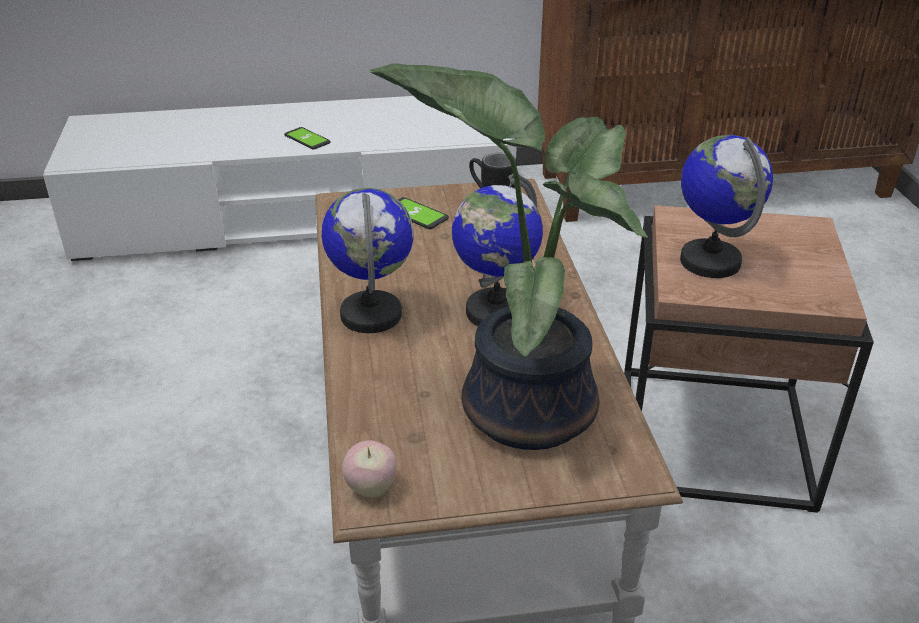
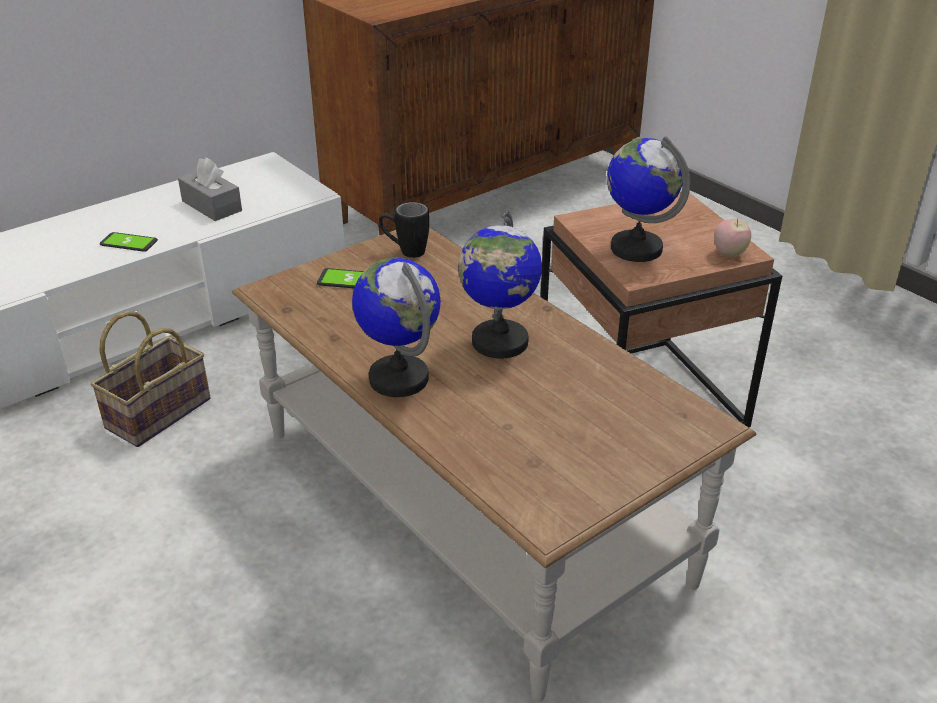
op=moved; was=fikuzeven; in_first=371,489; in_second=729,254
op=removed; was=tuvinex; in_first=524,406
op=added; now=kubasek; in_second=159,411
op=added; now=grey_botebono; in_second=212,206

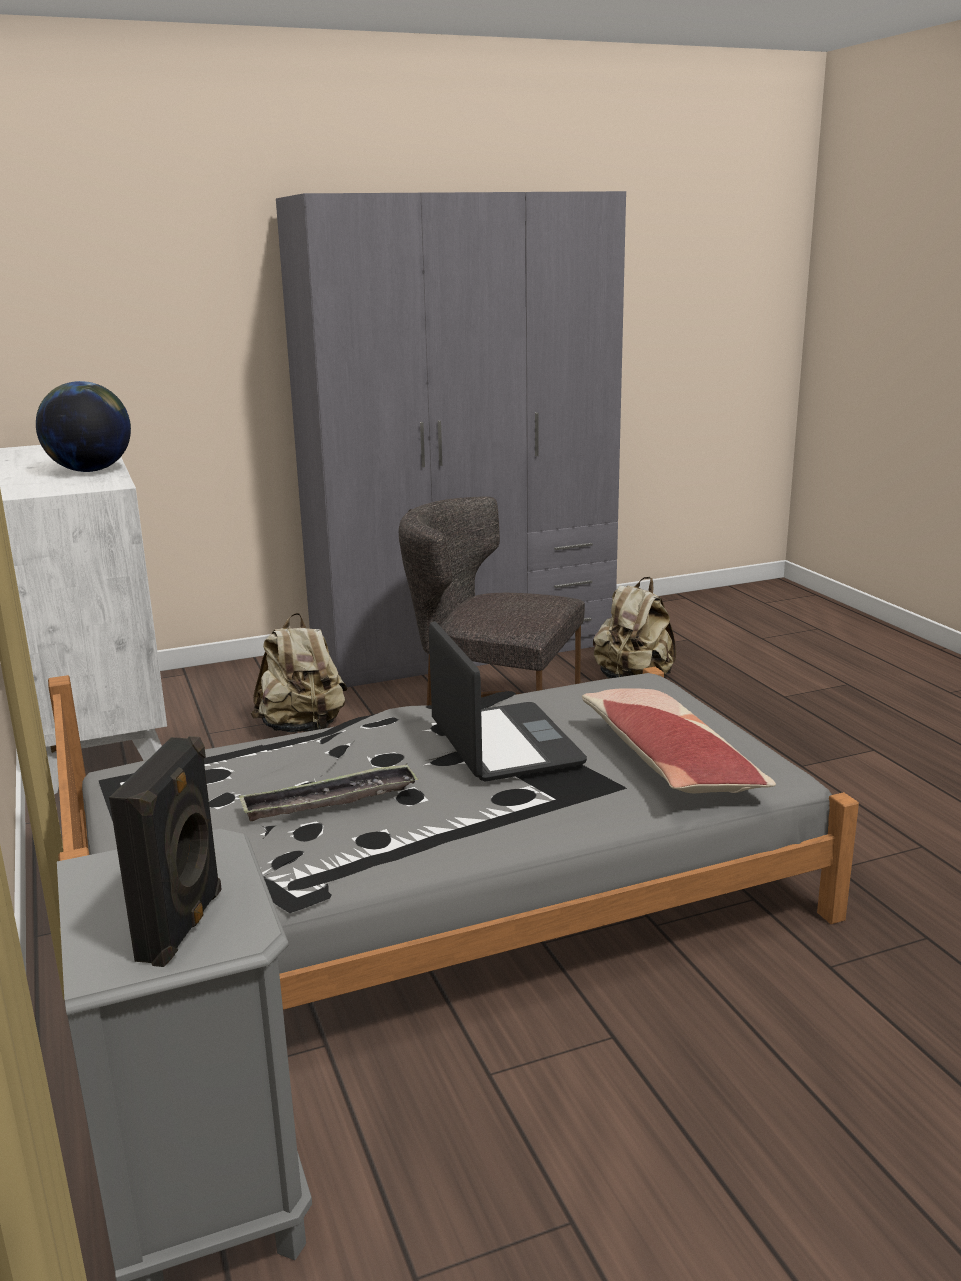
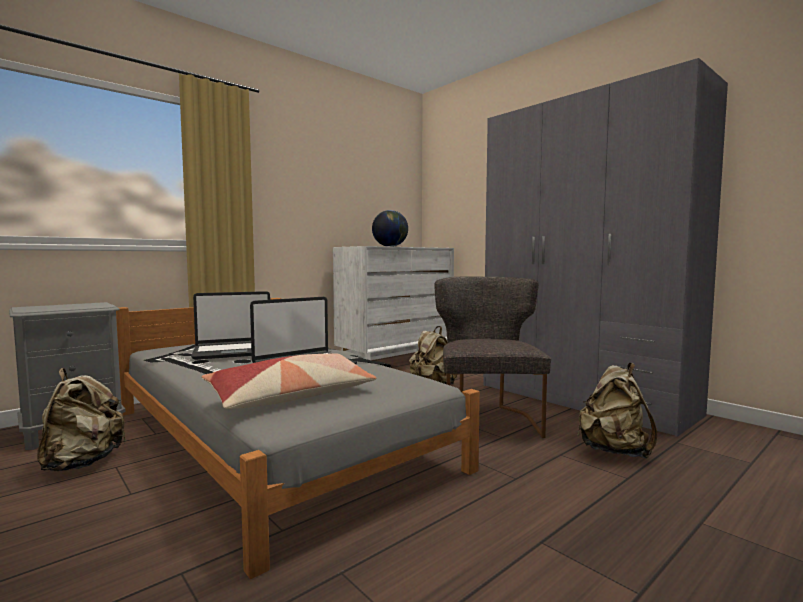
op=removed; was=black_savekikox; in_first=183,926
op=replaced; was=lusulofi; now=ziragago; in_first=330,801; in_second=234,351
op=added; now=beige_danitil; in_second=82,463

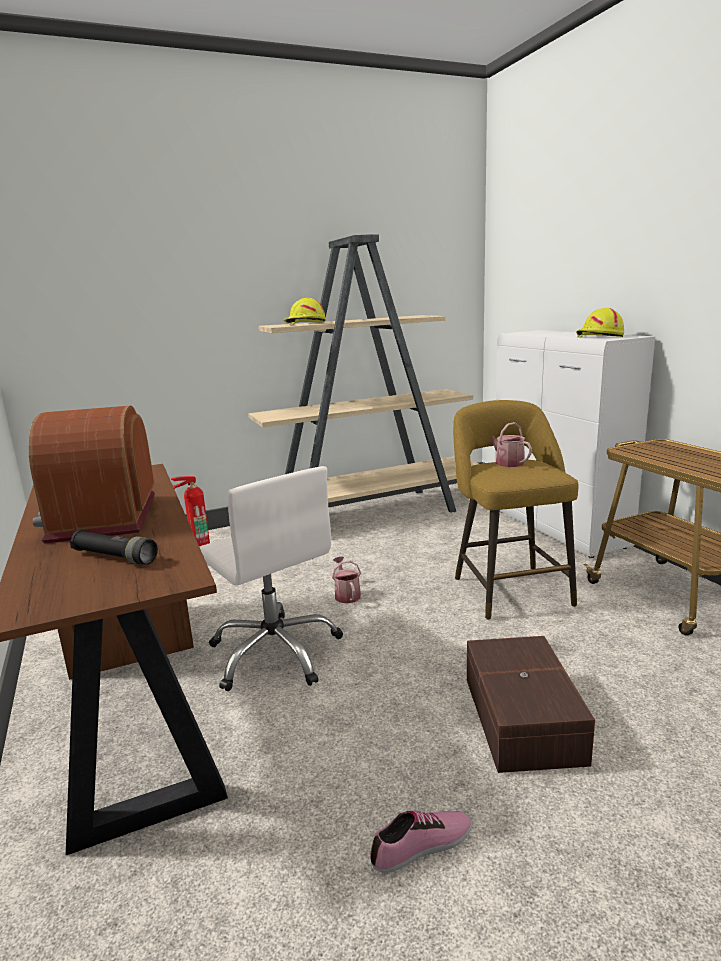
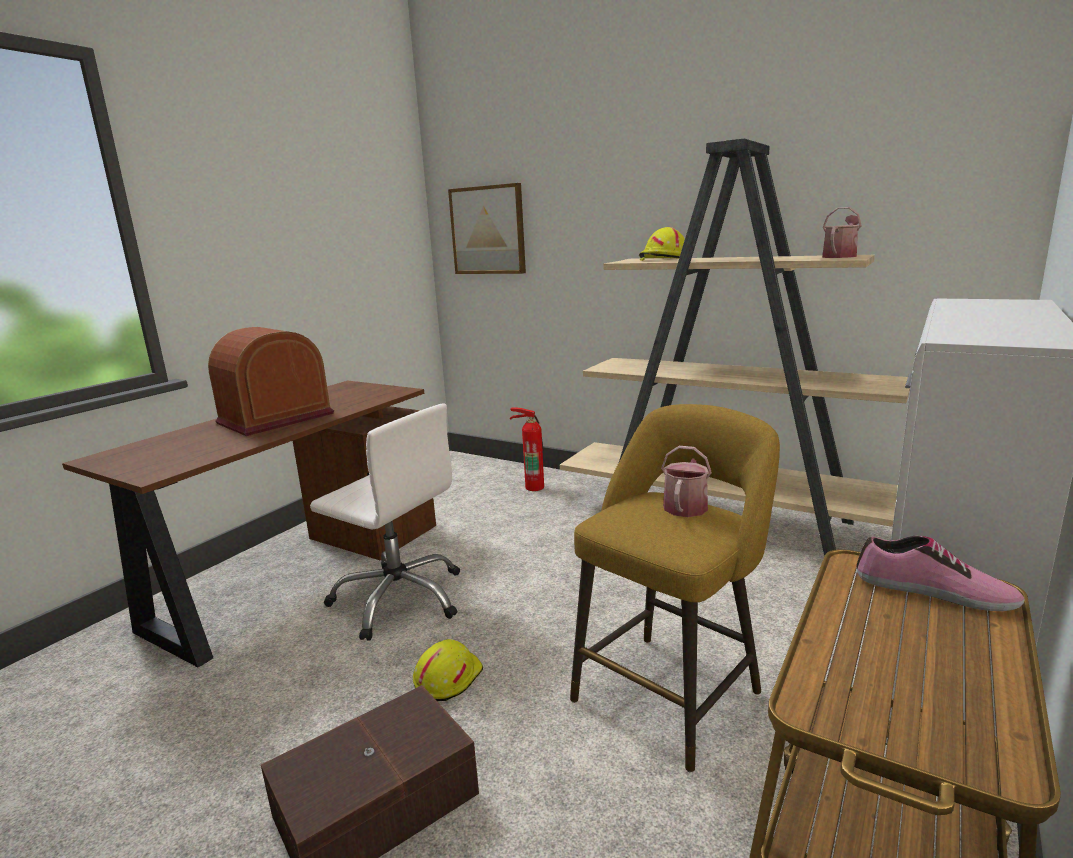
op=removed; was=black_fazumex; in_first=115,557
op=turned; was=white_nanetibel; in_first=276,652; in_second=399,598; clockwise=-75
op=moved; was=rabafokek; in_first=346,594; in_second=840,256
op=moved; was=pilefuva; in_first=422,846; in_second=934,591
op=moved; was=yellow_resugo; in_first=599,337; in_second=447,678
op=added; now=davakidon; in_second=488,230

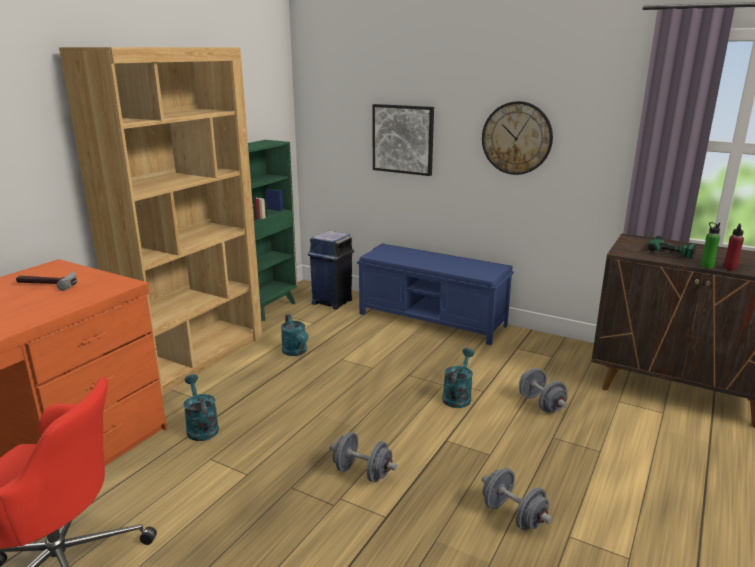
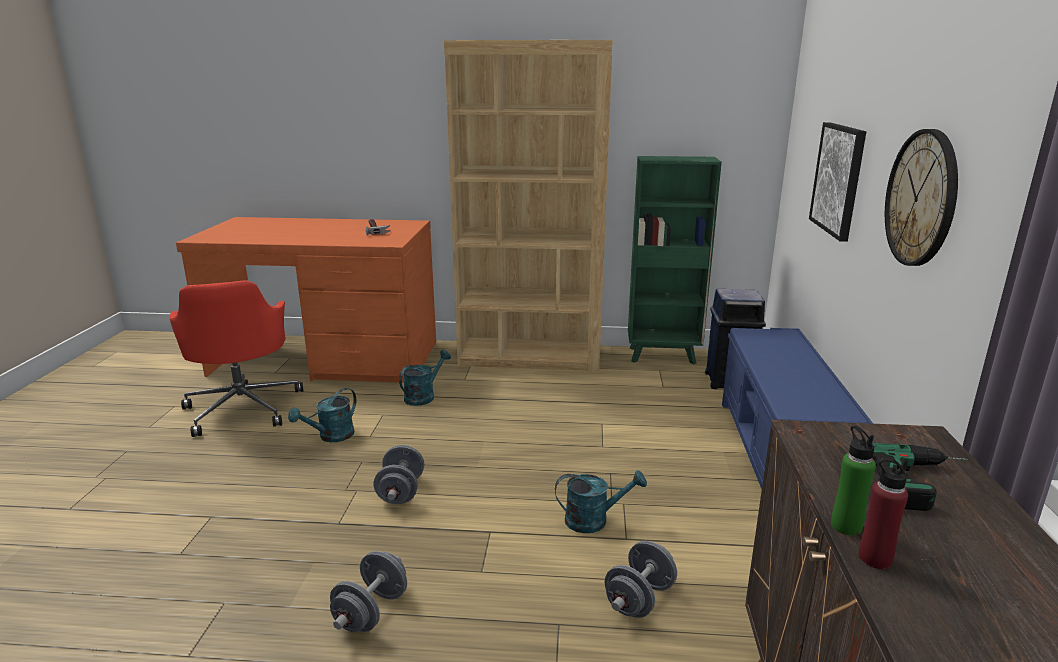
op=moved; was=turquoise_rabafokek; in_first=296,352; in_second=331,437

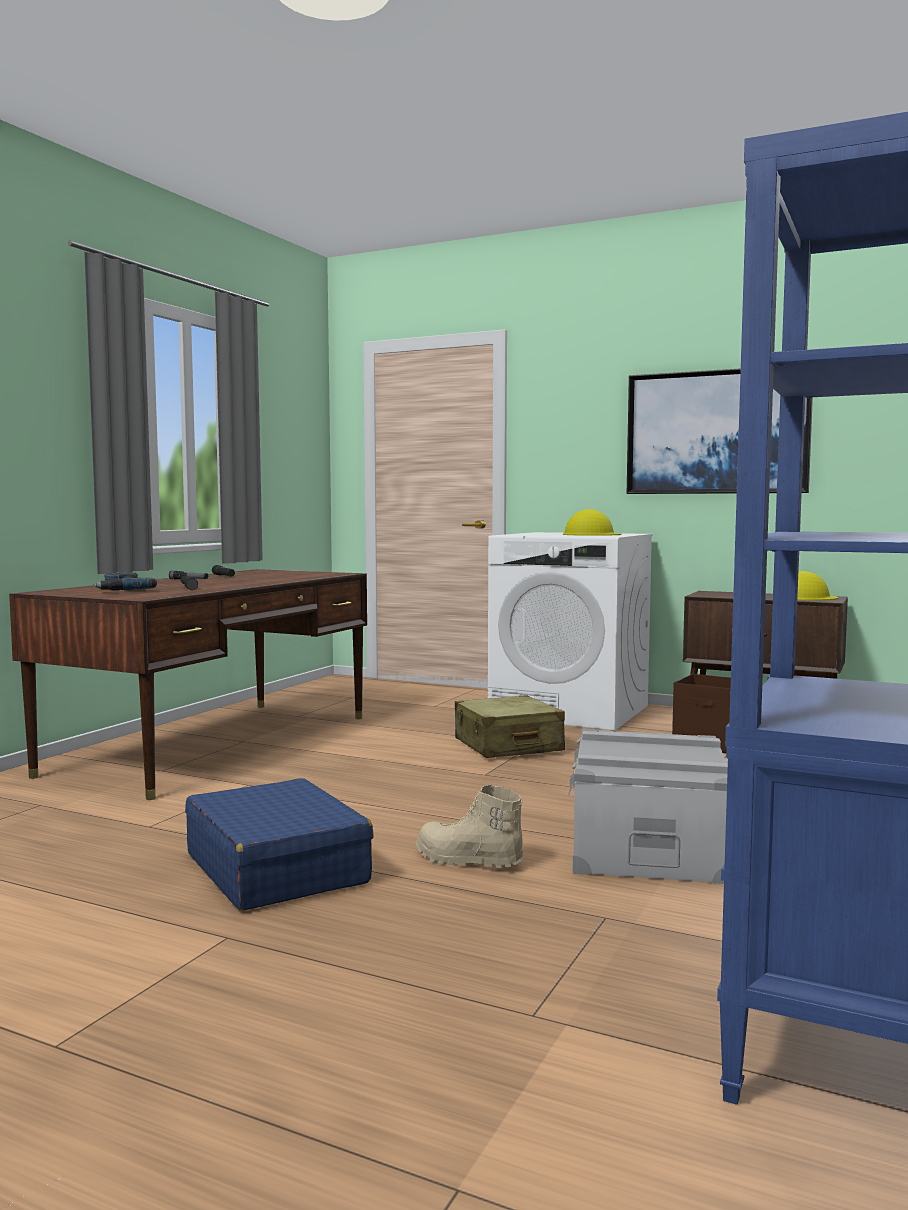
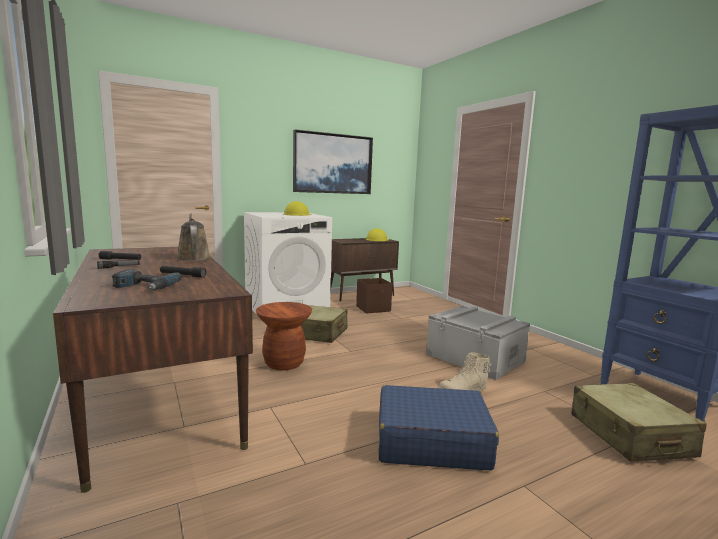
op=added; now=brown_rabafokek; in_second=193,258
op=added; now=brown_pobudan; in_second=284,363
op=added; now=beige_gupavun; in_second=629,435

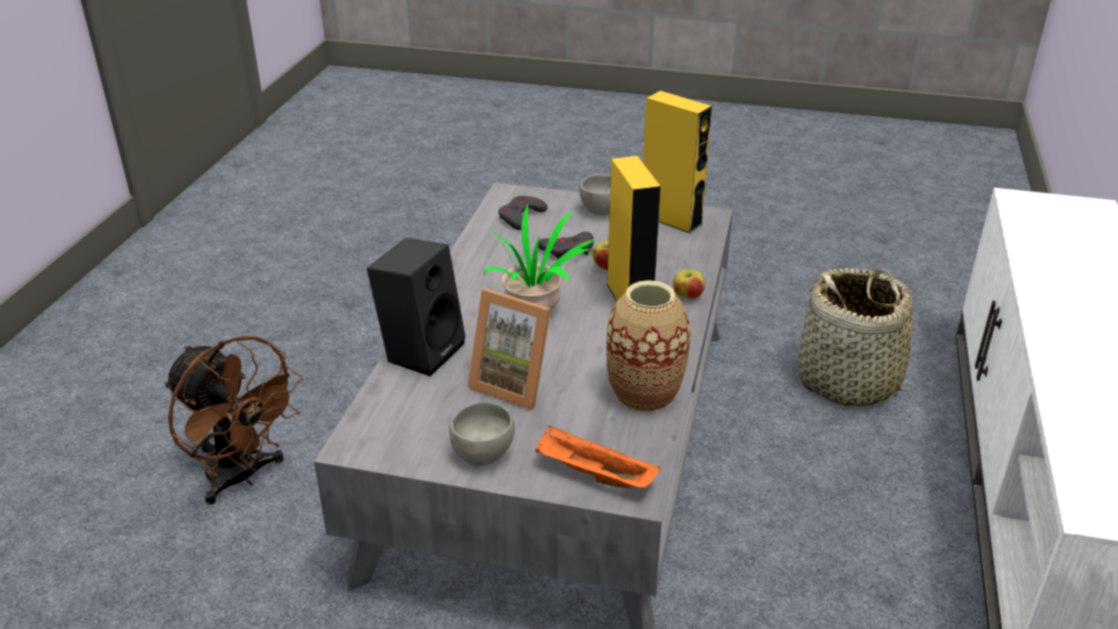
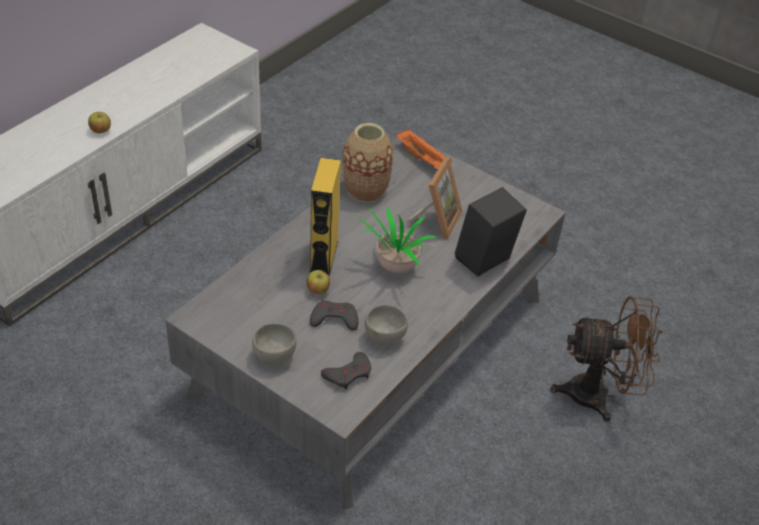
op=turned; was=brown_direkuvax; in_first=242,477; in_second=599,395; clockwise=120
op=moved; was=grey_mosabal; in_first=481,453; in_second=386,338
op=turned; was=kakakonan; in_first=514,383; in_second=436,220; clockwise=60
op=removed; was=yellow_savekikox; in_first=671,219
op=moved; was=fikuzeven; in_first=688,296; in_second=100,130
op=removed; was=kubasek; in_first=849,381

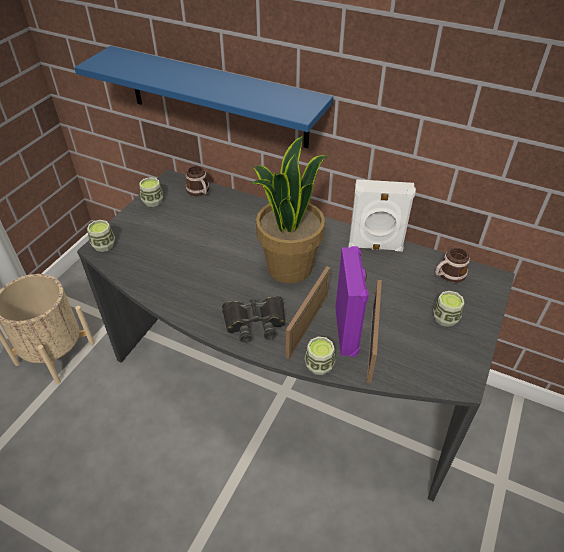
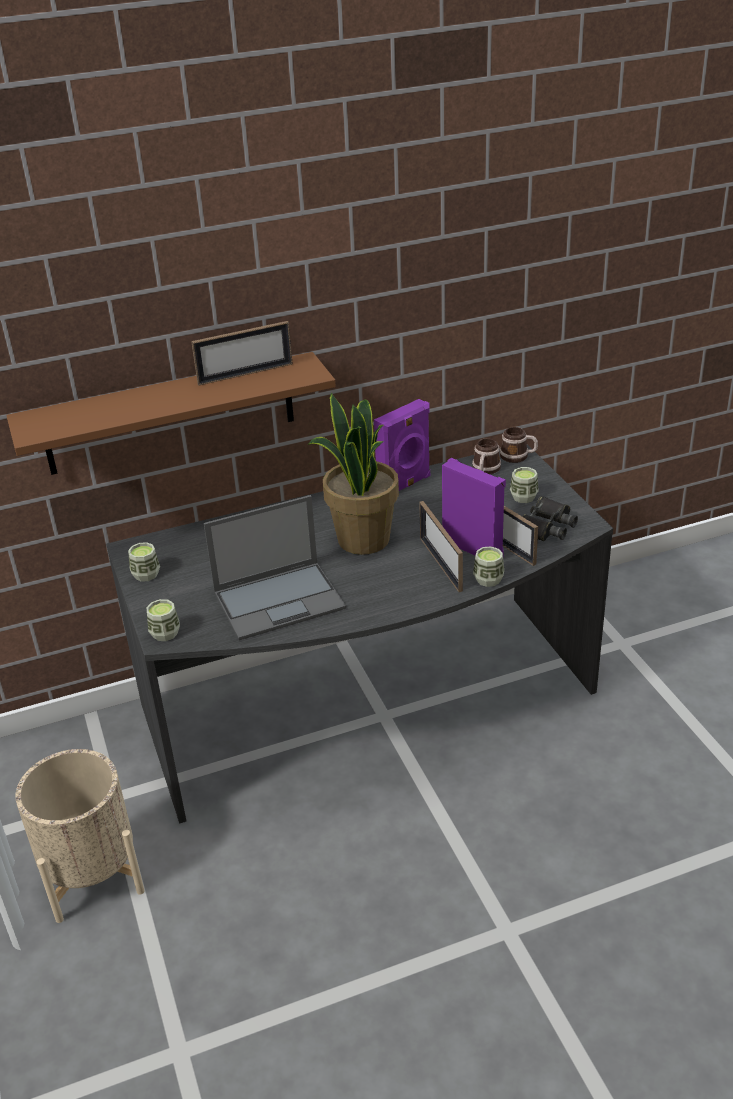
op=recoloured; was=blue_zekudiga; now=brown_zekudiga; in_first=216,97; in_second=170,414
op=moved; was=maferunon; in_first=199,191; in_second=518,456
op=moved; was=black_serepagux; in_first=255,322; in_second=545,526
op=recoloured; was=white_savekikox; now=purple_savekikox; in_first=375,247; in_second=405,485
op=added; now=kakakonan; in_second=245,374
op=added; now=ziragago; in_second=280,600

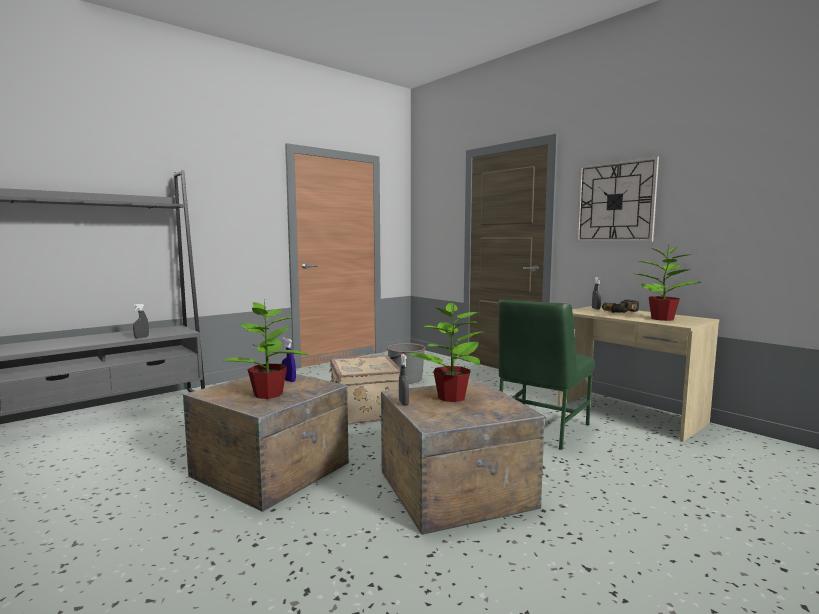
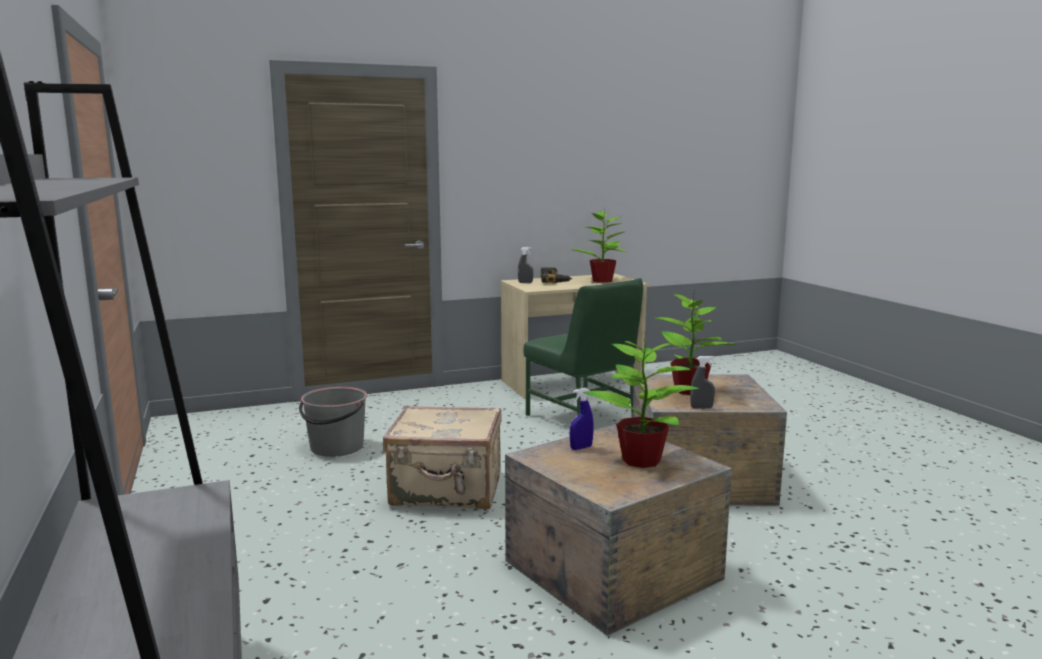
op=removed; was=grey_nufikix; in_first=141,337
op=removed; was=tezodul; in_first=615,202

